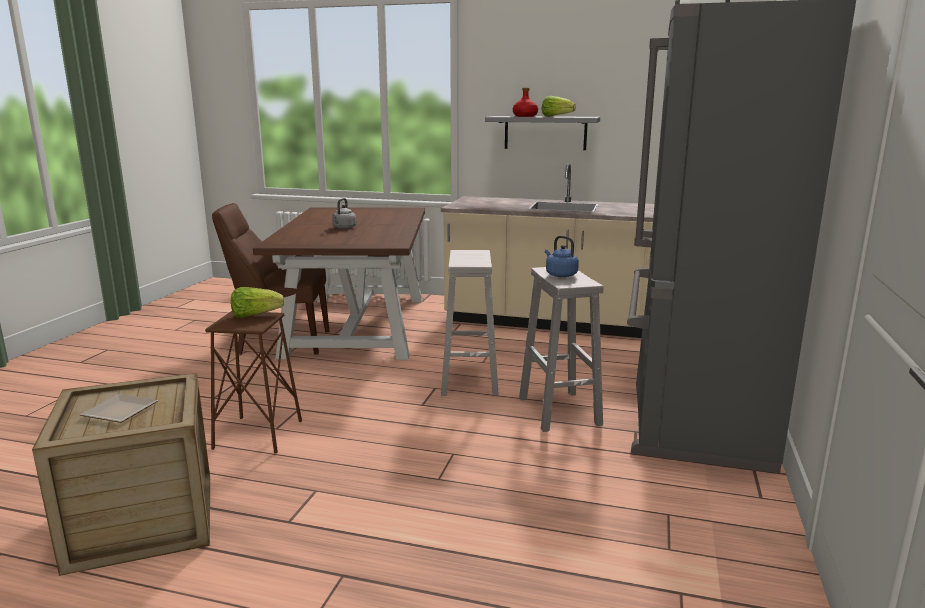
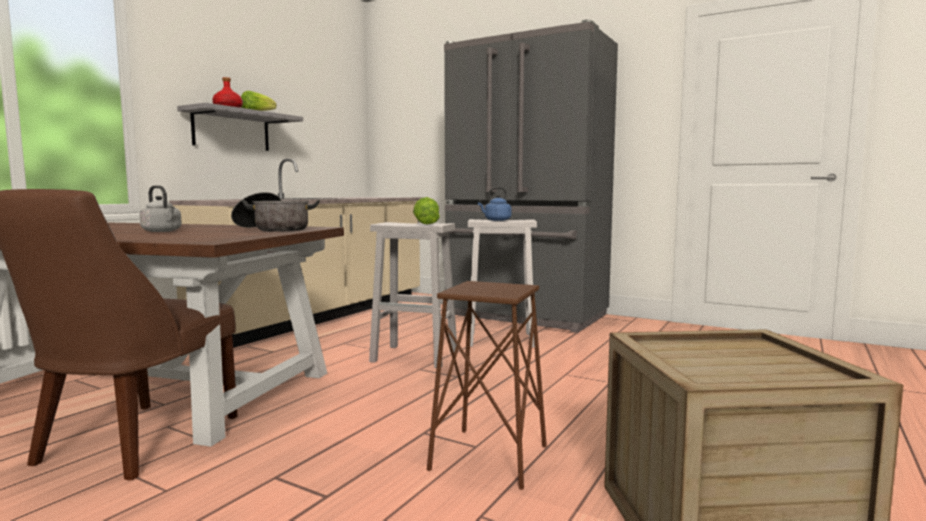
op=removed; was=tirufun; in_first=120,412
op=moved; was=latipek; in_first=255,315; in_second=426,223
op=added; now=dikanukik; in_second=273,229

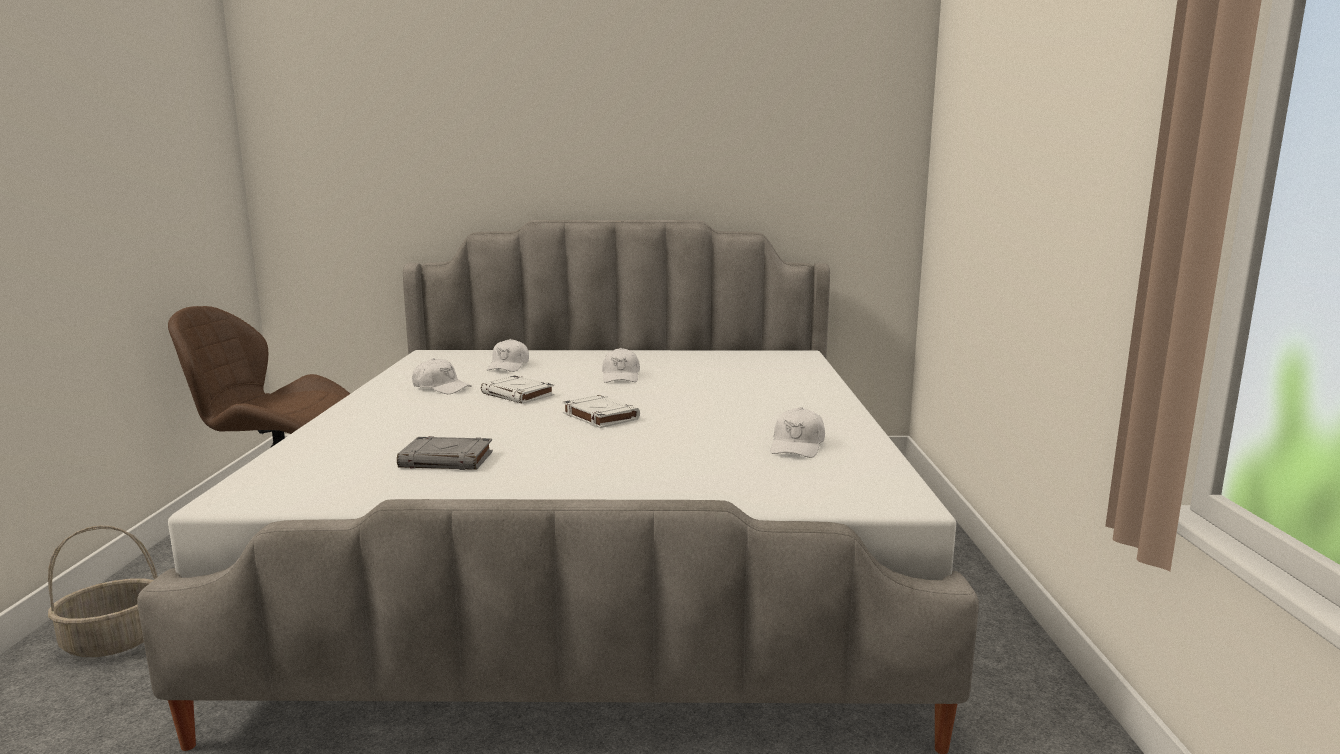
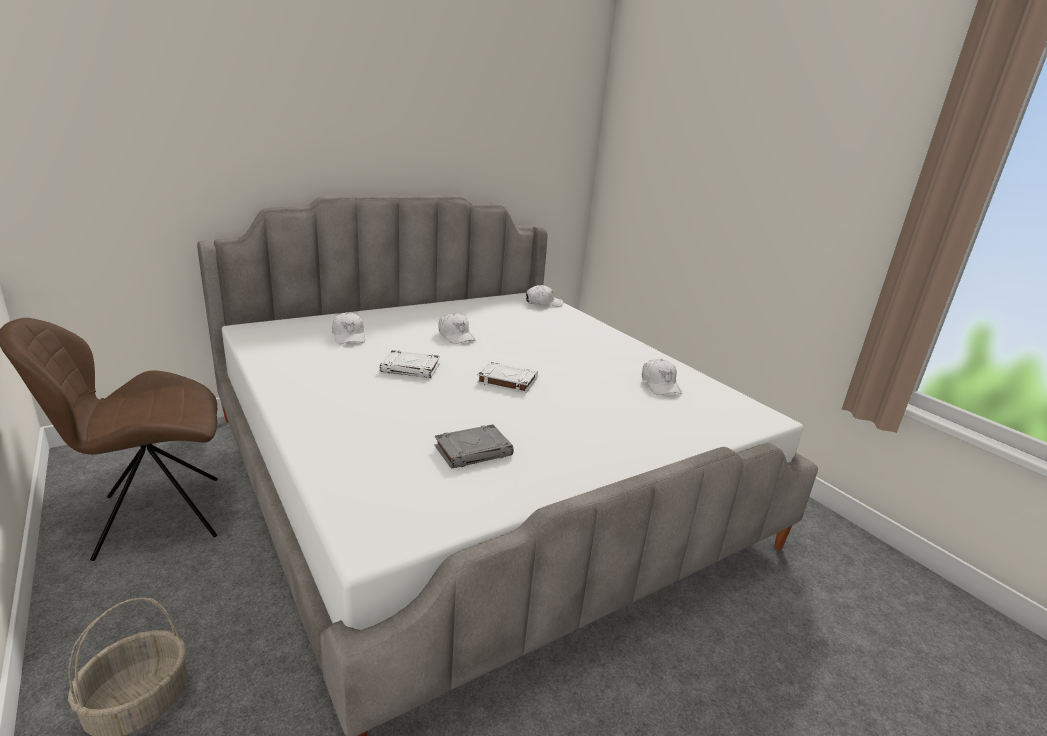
op=moved; was=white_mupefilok; in_first=441,388; in_second=543,303

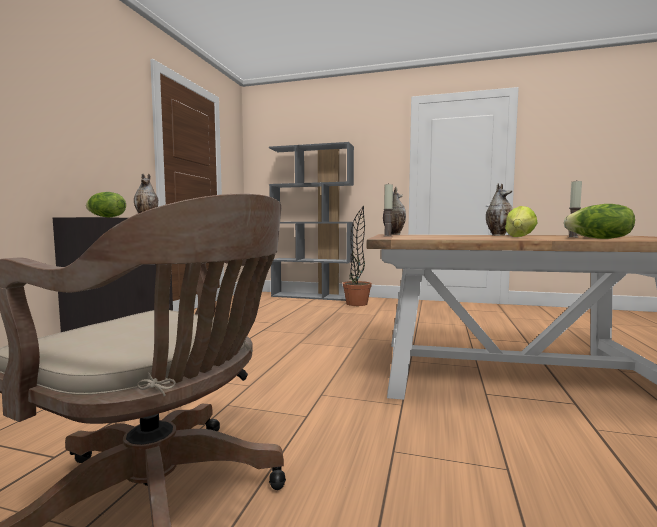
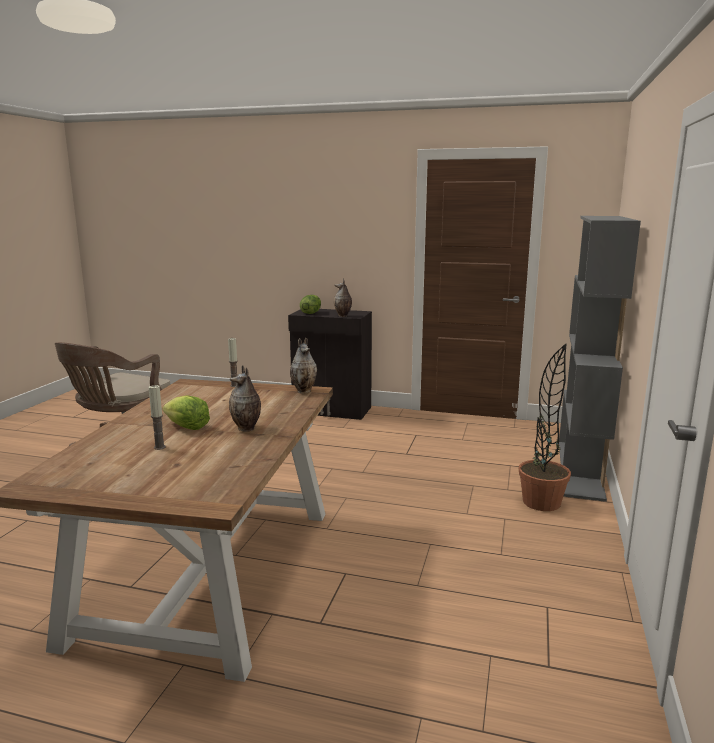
op=removed; was=latipek; in_first=599,238

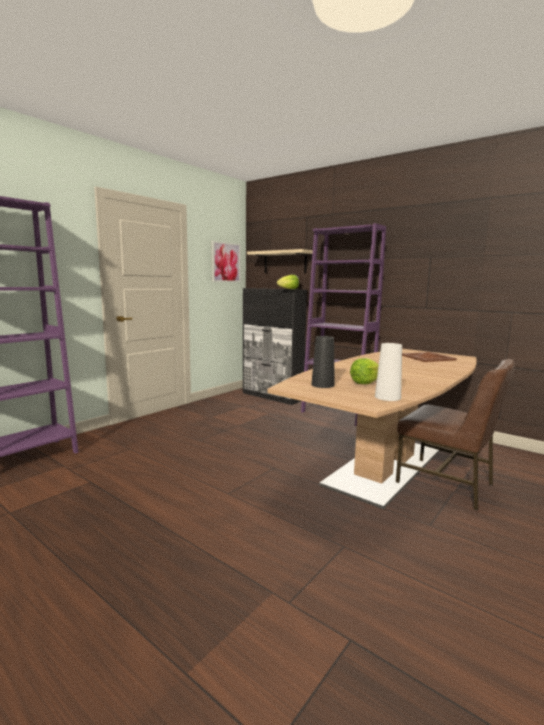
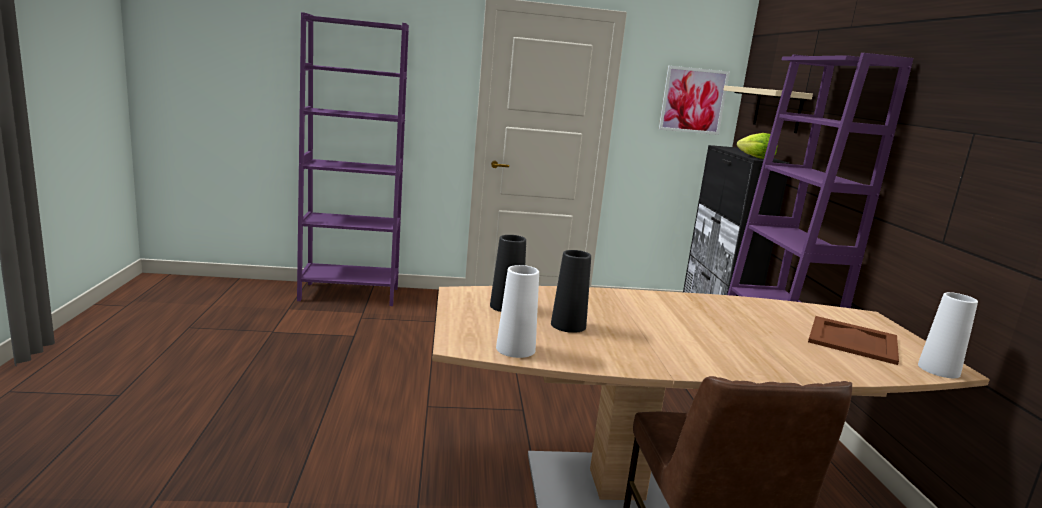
op=replaced; was=latipek; now=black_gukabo; in_first=365,382; in_second=568,325
op=added; now=white_gukabo; in_second=938,369

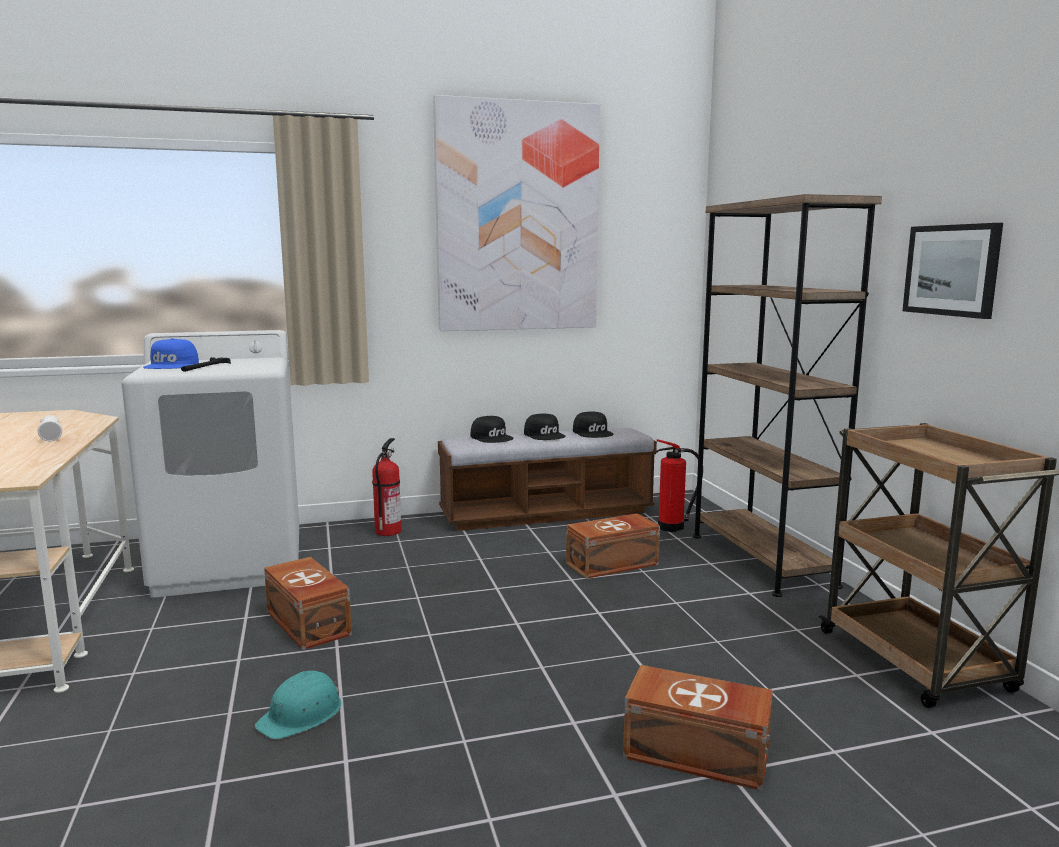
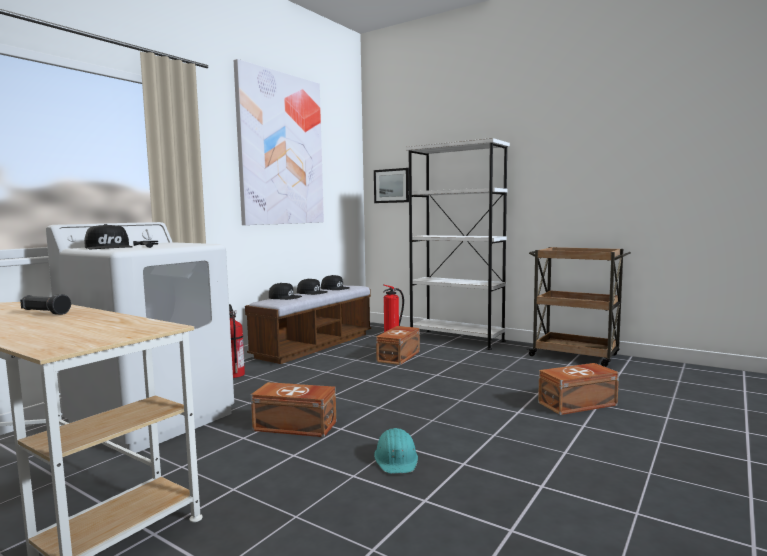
op=recoloured; was=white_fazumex; now=black_fazumex; in_first=51,436; in_second=45,313
op=recoloured; was=blue_mupefilok; now=black_mupefilok; in_first=172,365; in_second=109,247
op=recoloured; was=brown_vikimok; now=white_vikimok; in_first=761,559; in_second=456,339
op=moved; was=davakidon; in_first=952,270; in_second=392,186

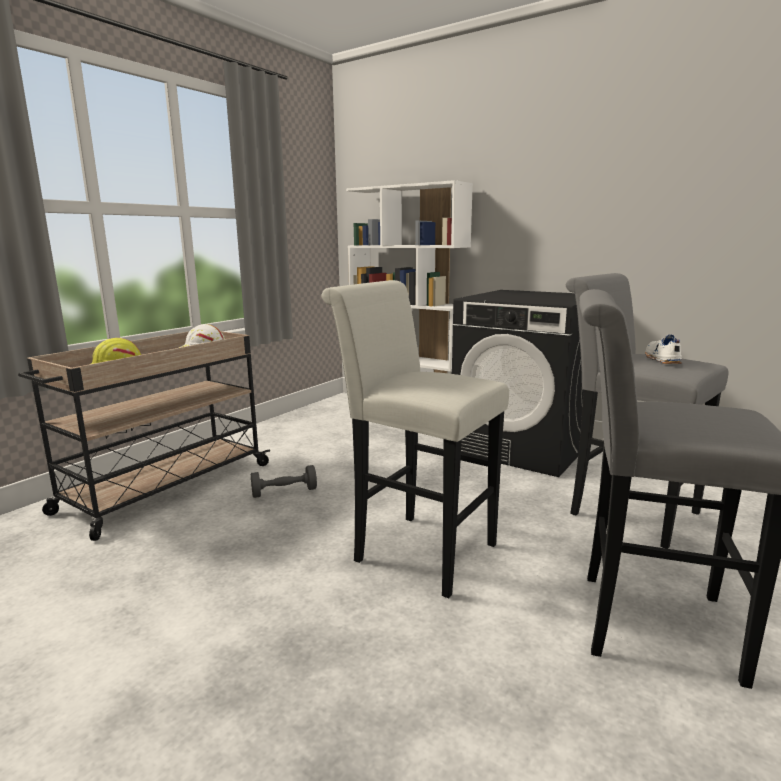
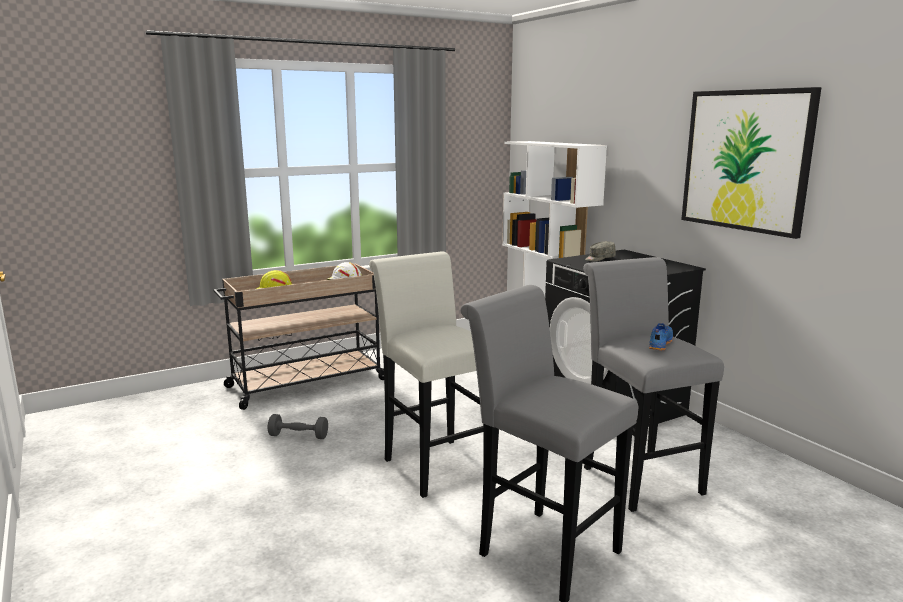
op=moved; was=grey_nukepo; in_first=284,492; in_second=298,436
op=recoloured; was=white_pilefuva; now=blue_pilefuva; in_first=661,359; in_second=659,344
op=added; now=grey_mupefilok; in_second=599,258
op=added; now=davakidon; in_second=745,160

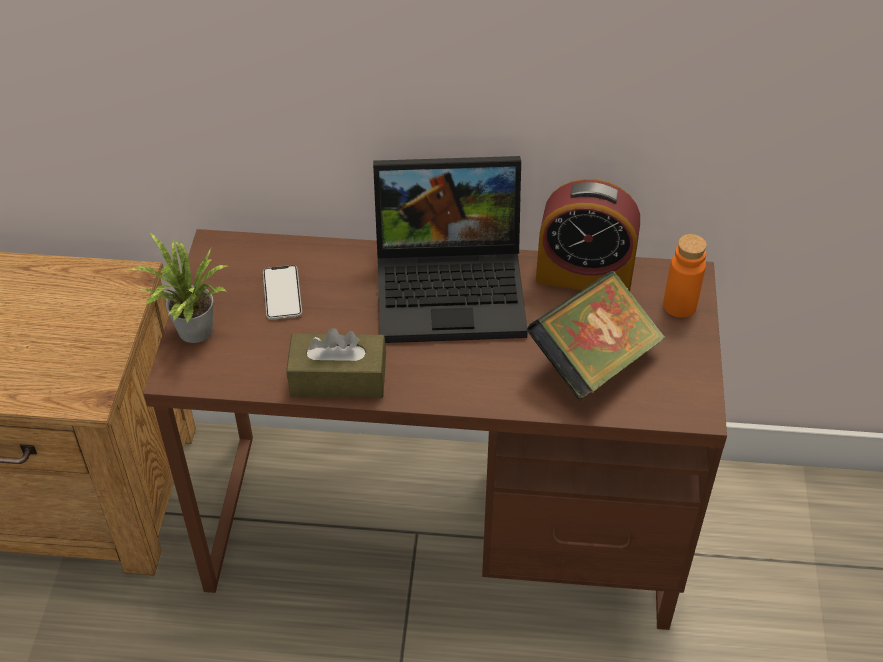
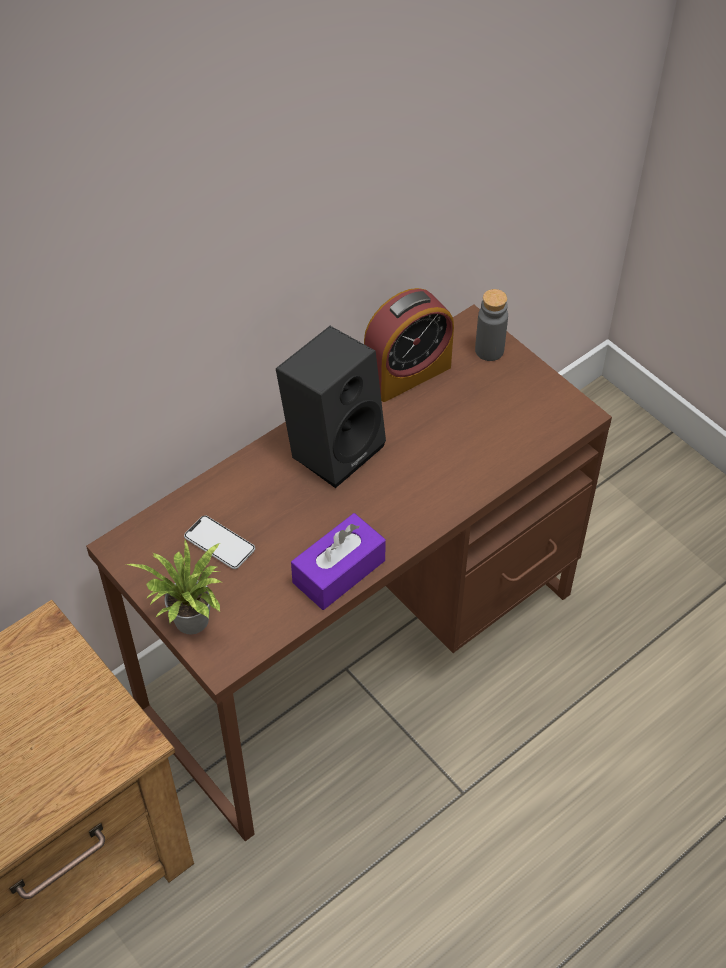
op=recoloured; was=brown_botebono; now=purple_botebono; in_first=338,379; in_second=339,571
op=replaced; was=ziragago; now=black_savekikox; in_first=454,287; in_second=333,446
op=removed; was=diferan; in_first=593,362
op=recoloured; was=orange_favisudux; now=grey_favisudux; in_first=679,305; in_second=489,350

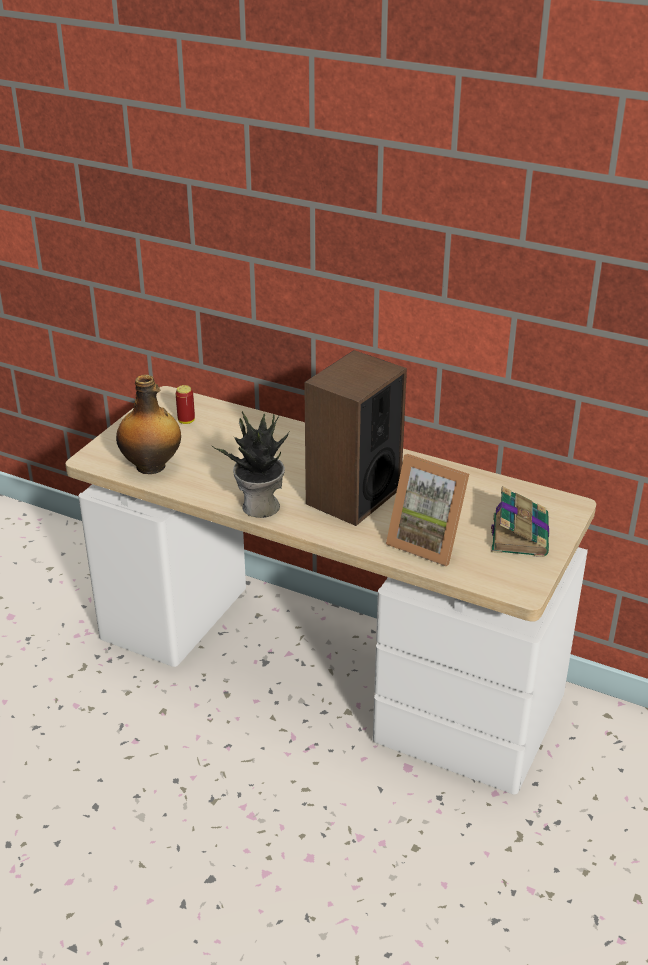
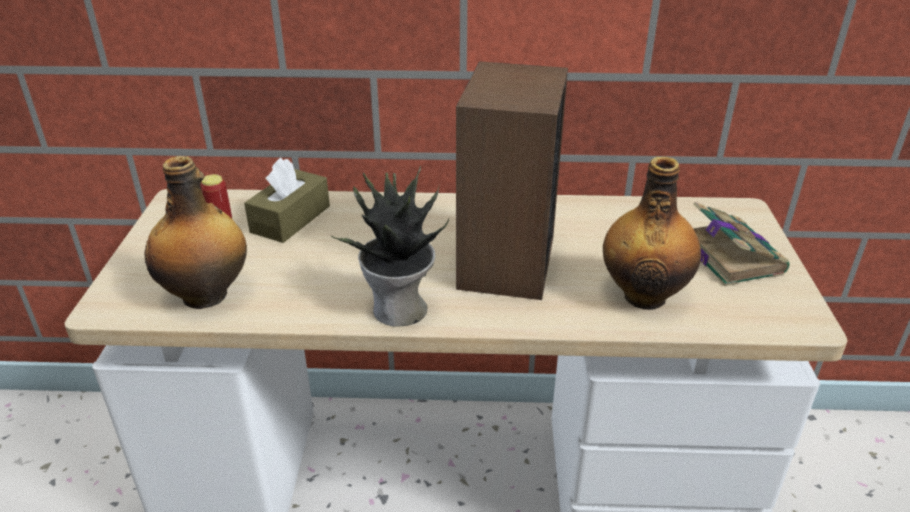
op=replaced; was=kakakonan; now=favisudux; in_first=428,542; in_second=644,295
op=added; now=brown_botebono; in_second=290,219

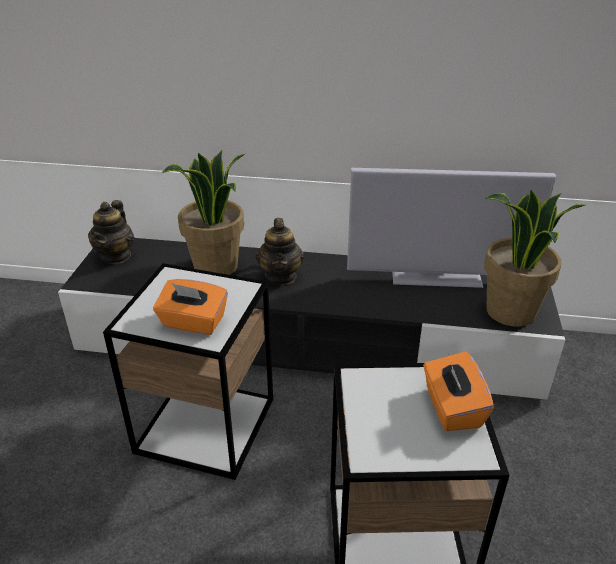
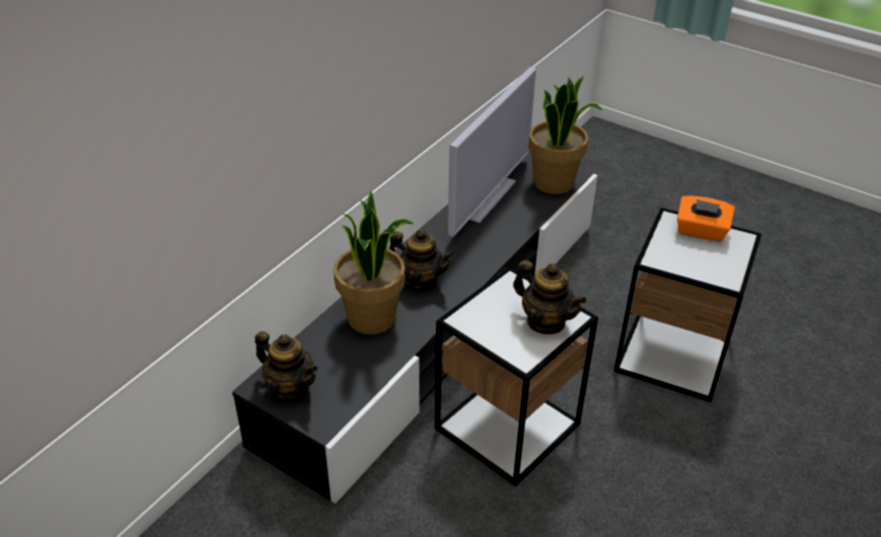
op=replaced; was=orange_botebono; now=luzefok; in_first=193,323; in_second=545,322

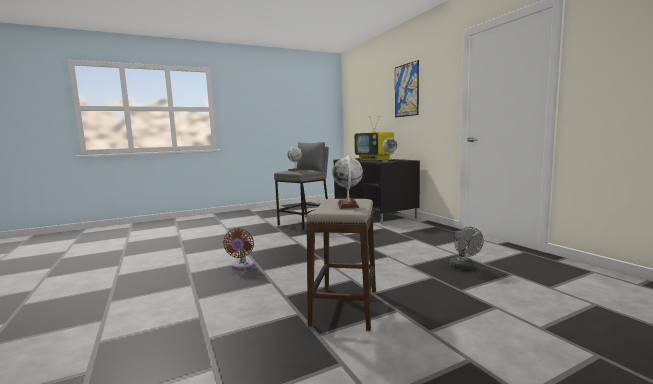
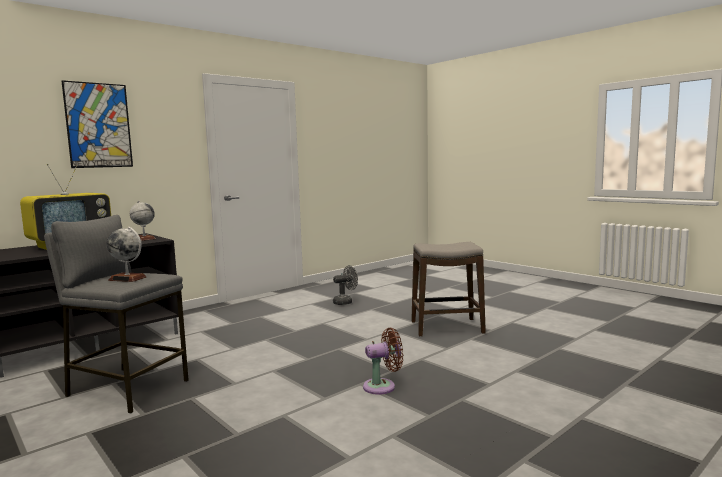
op=removed; was=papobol; in_first=348,205

